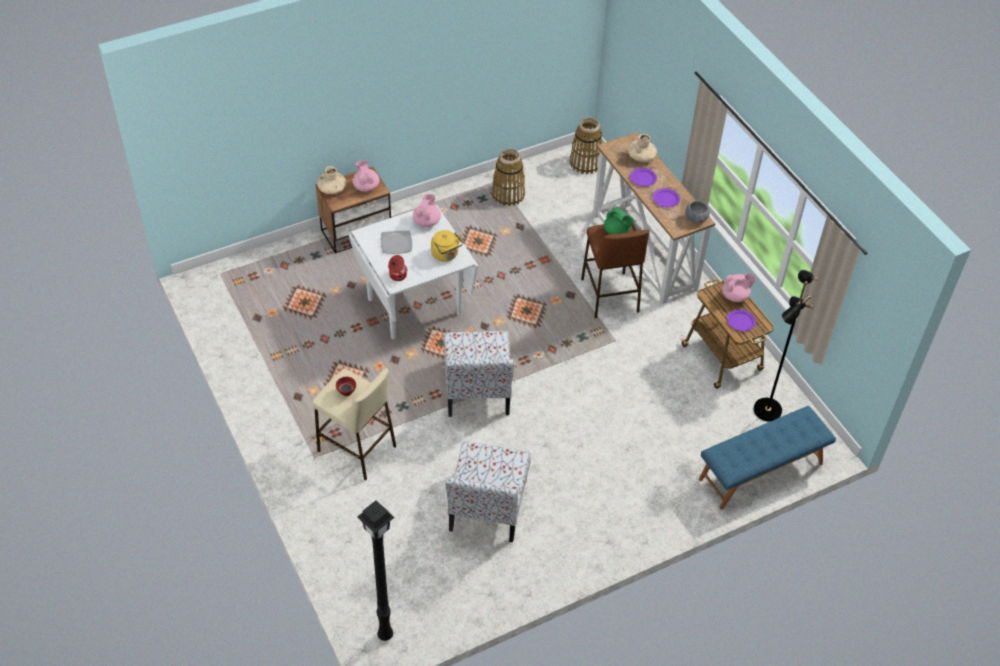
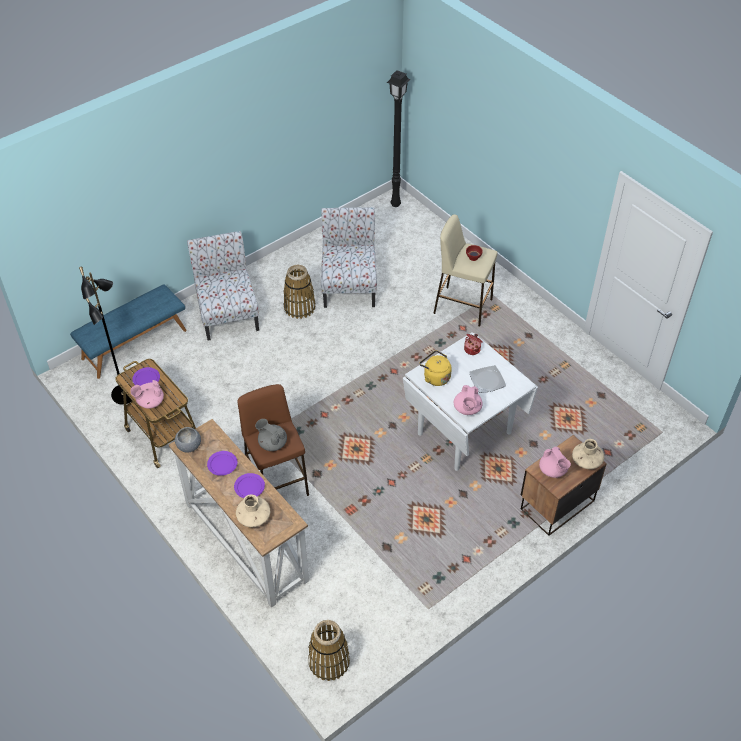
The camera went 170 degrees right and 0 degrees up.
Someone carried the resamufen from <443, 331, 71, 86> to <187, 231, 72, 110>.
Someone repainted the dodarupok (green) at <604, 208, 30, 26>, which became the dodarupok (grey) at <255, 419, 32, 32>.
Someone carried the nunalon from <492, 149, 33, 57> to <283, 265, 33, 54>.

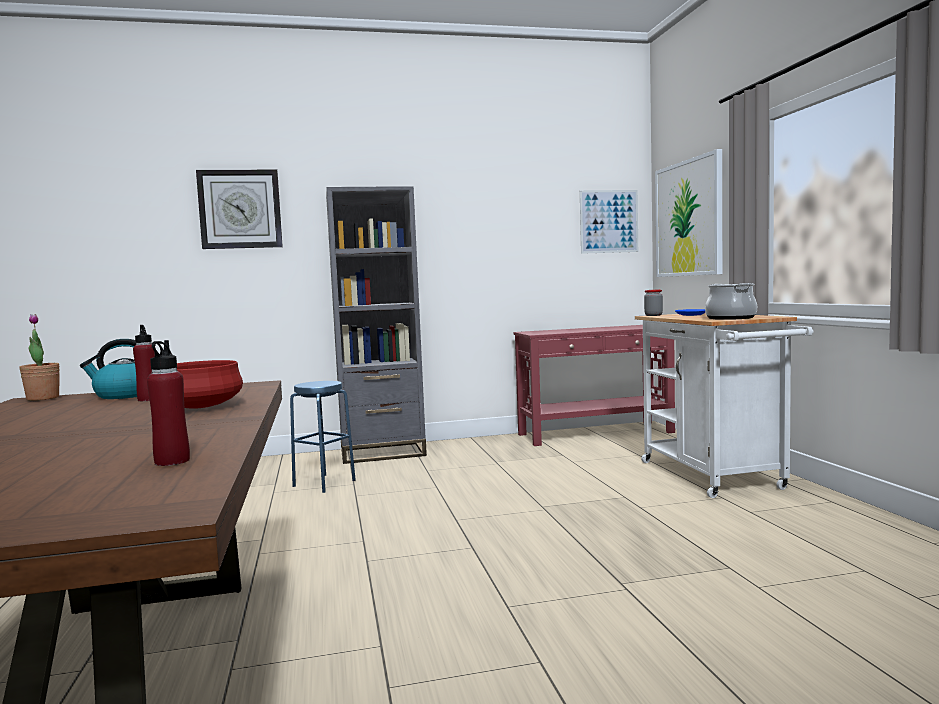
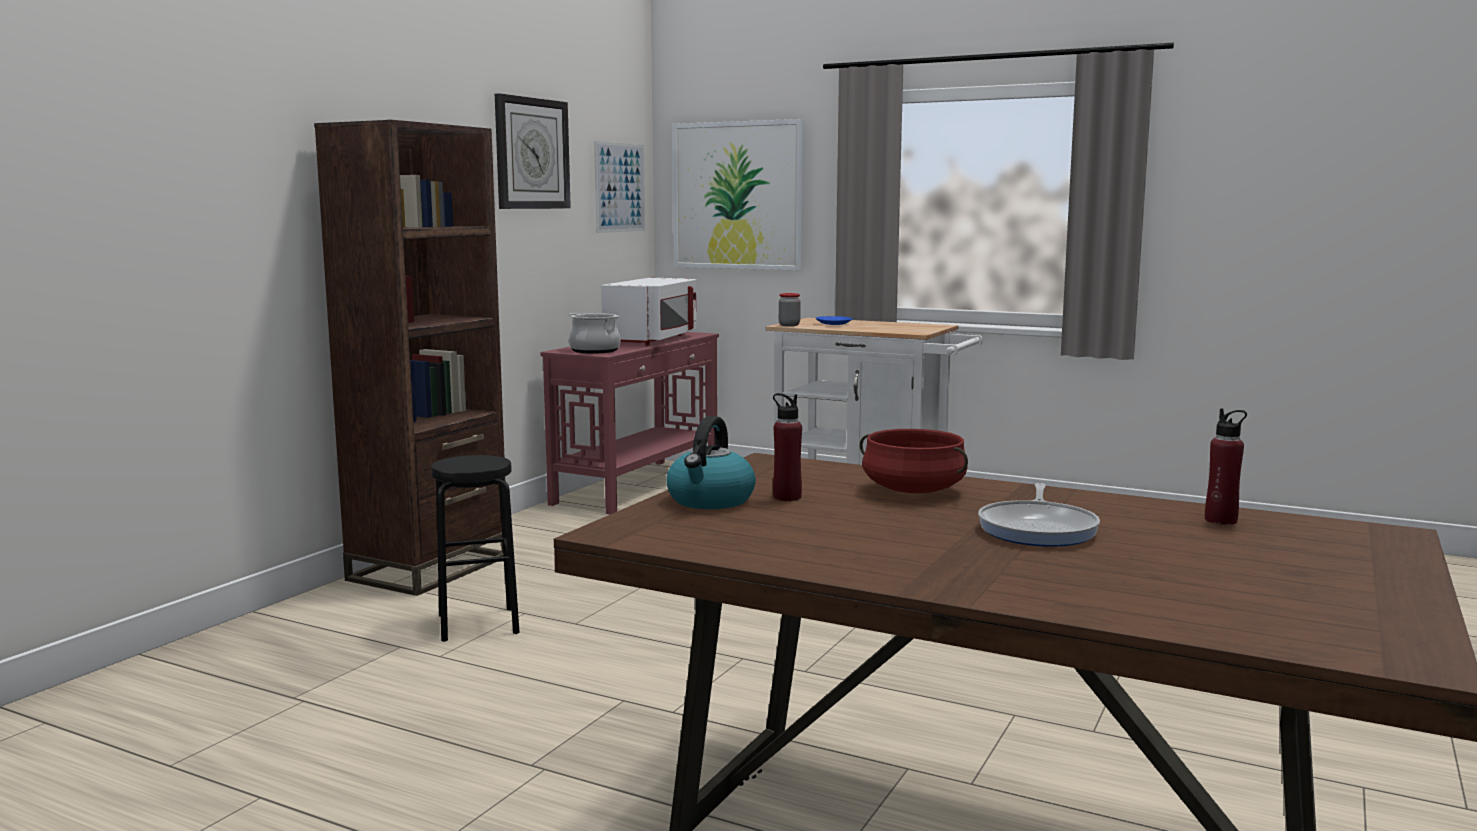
The camera went 50 degrees left and 5 degrees up.
Someone repainted the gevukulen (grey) at <326, 186, 101, 278>, which became the gevukulen (brown) at <314, 120, 191, 476>.
Someone repainted the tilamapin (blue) at <290, 381, 66, 112>, which became the tilamapin (black) at <431, 455, 89, 187>.
Someone carried the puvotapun from <196, 170, 87, 79> to <495, 93, 76, 116>.
Someone carried the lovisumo from <705, 283, 52, 37> to <568, 313, 52, 41>.
Someone put down the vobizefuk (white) at <601, 278, 96, 67>.
Someone put down the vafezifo at <978, 483, 122, 64>.
Someone took away the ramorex at <20, 314, 40, 87>.

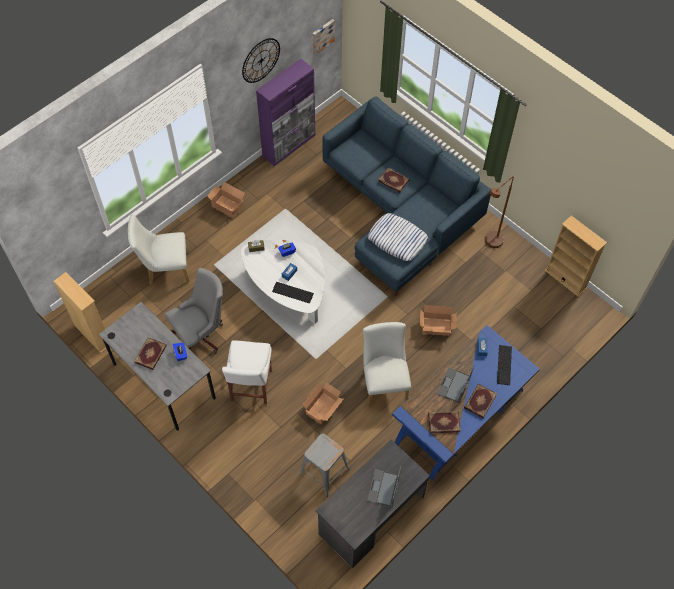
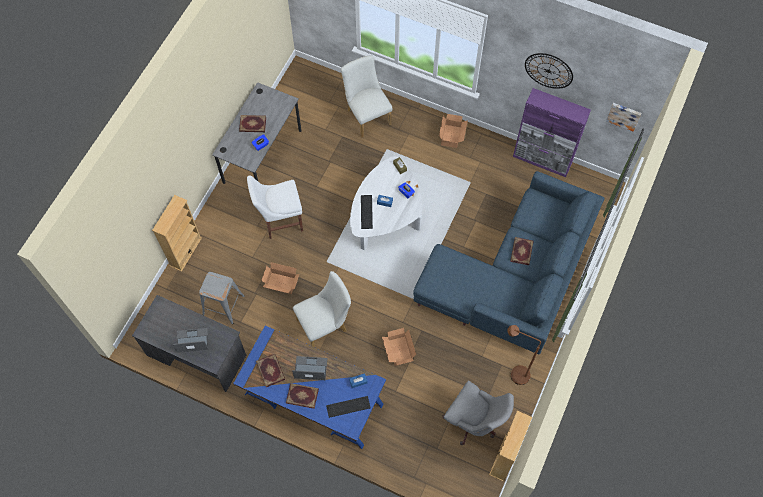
The camera went 70 degrees right and 5 degrees up.
Someone carried the gevukulen (beige) from <53, 272, 53, 81> to <152, 195, 50, 77>.
Someone carried the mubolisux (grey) from <164, 268, 59, 86> to <442, 381, 72, 64>.
Someone took away the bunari at <368, 213, 60, 48>.

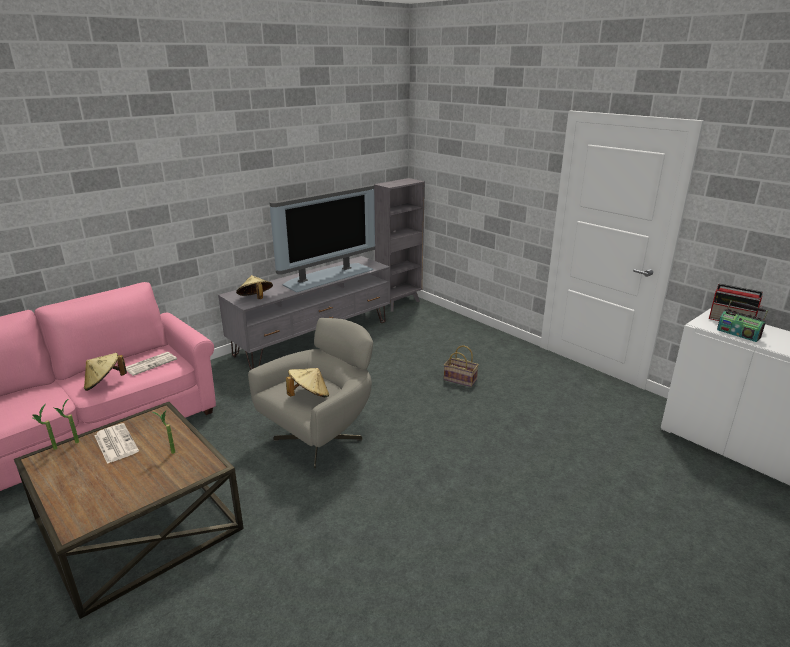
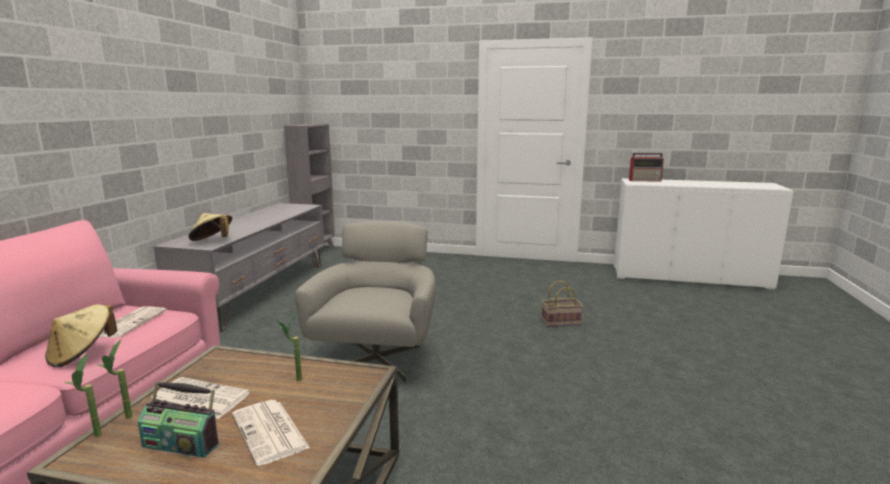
The camera went 35 degrees left and 10 degrees down.
Someone carried the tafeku from <717, 300, 51, 42> to <138, 382, 81, 76>.
Someone put down the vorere at <232, 400, 78, 66>.
Someone carried the nunalon from <444, 345, 35, 42> to <542, 281, 41, 46>.
Someone took away the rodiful at <270, 185, 105, 107>.
Someone took away the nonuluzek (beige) at <286, 368, 43, 30>.

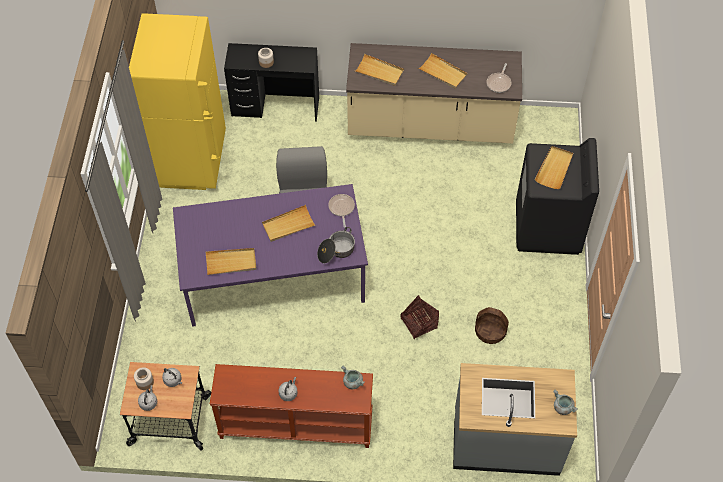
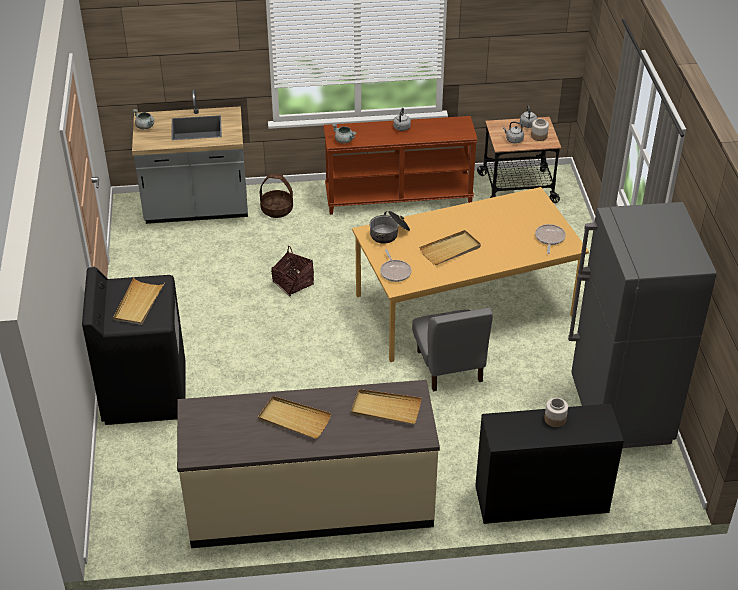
The camera went 170 degrees right and 15 degrees down.
Someone carried the nunalon from <475, 307, 34, 37> to <260, 174, 33, 44>.
Someone repainted the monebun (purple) at <173, 184, 195, 143>, which became the monebun (orange) at <352, 187, 237, 175>.
Someone carried the vafezifo from <487, 63, 24, 30> to <535, 224, 31, 30>.
Someone repainted the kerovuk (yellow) at <129, 13, 97, 177>, which became the kerovuk (grey) at <568, 202, 149, 246>.
Someone took away the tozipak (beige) at <205, 248, 51, 27>.

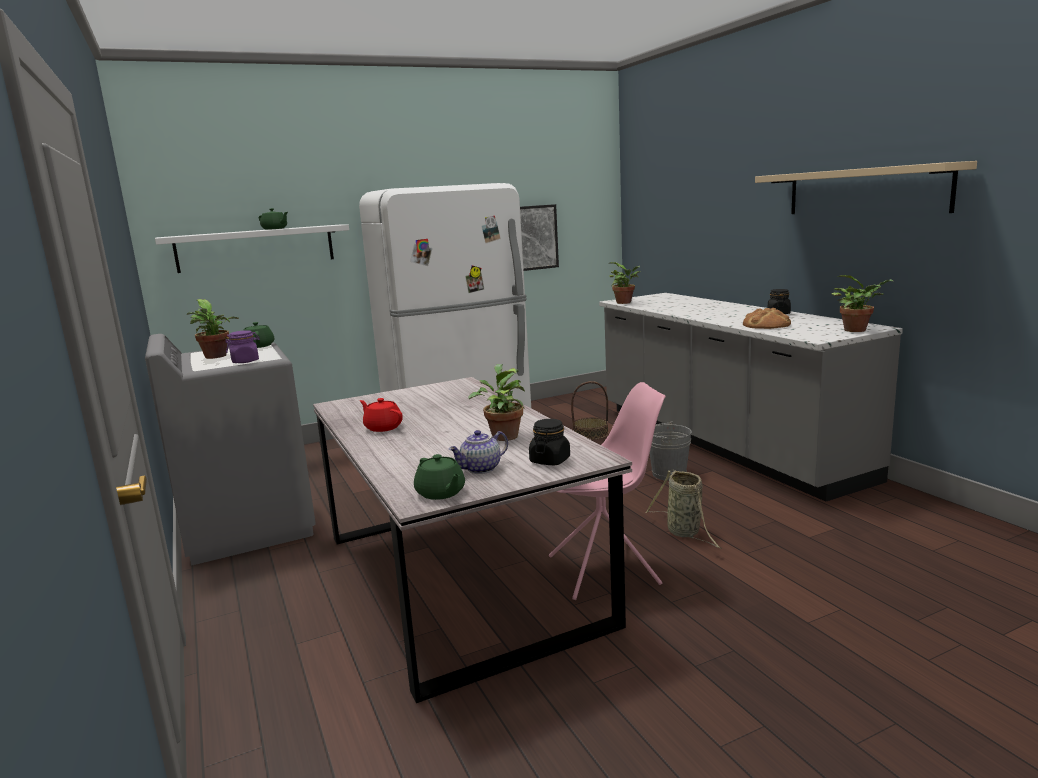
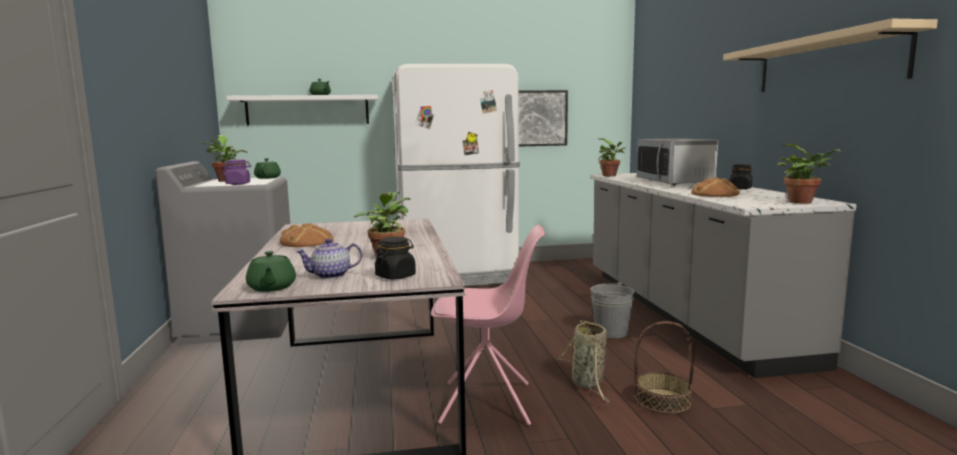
The camera went 15 degrees right and 5 degrees down.
Someone swapped the dodarupok (red) at <360, 398, 43, 34> for the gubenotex at <280, 223, 54, 24>.
Someone carried the nunalon from <571, 381, 38, 59> to <635, 321, 60, 93>.
Someone put down the vobizefuk at <637, 138, 81, 48>.

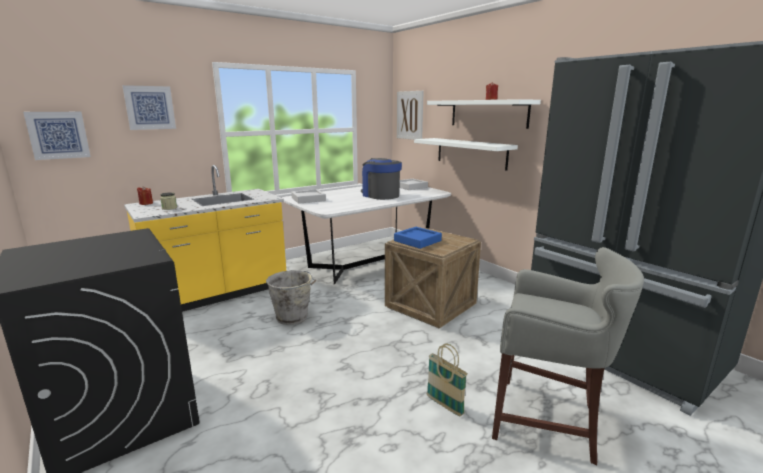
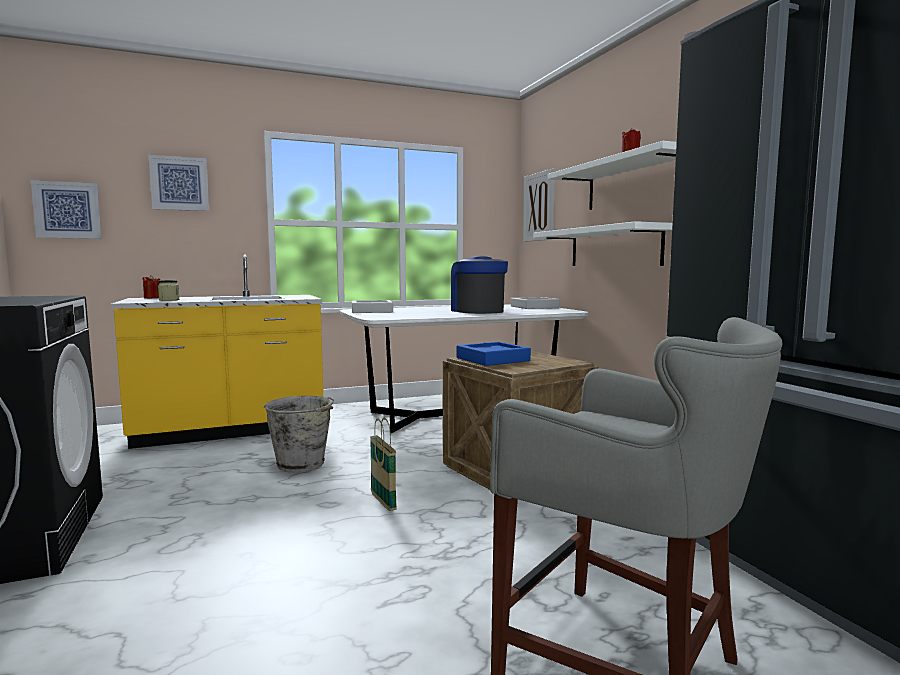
The camera went 15 degrees right and 10 degrees down.
Someone carried the nunalon from <427, 343, 41, 73> to <370, 418, 27, 93>.

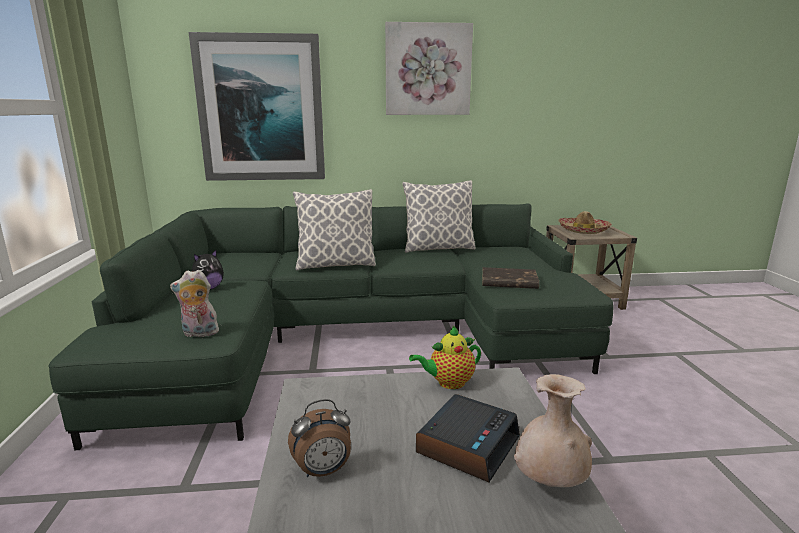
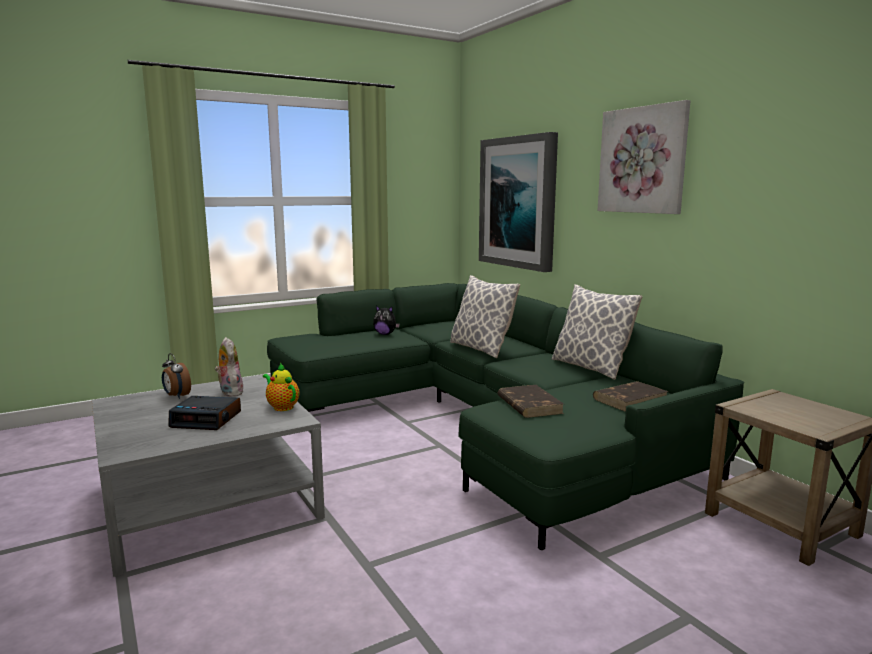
The camera went 65 degrees right and 5 degrees down.
Someone carried the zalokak from <170, 270, 52, 67> to <215, 337, 29, 60>.
Someone put down the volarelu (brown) at <593, 381, 76, 31>.
Someone took away the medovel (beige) at <514, 374, 78, 113>.
Someone took away the nonuluzek at <559, 211, 53, 23>.

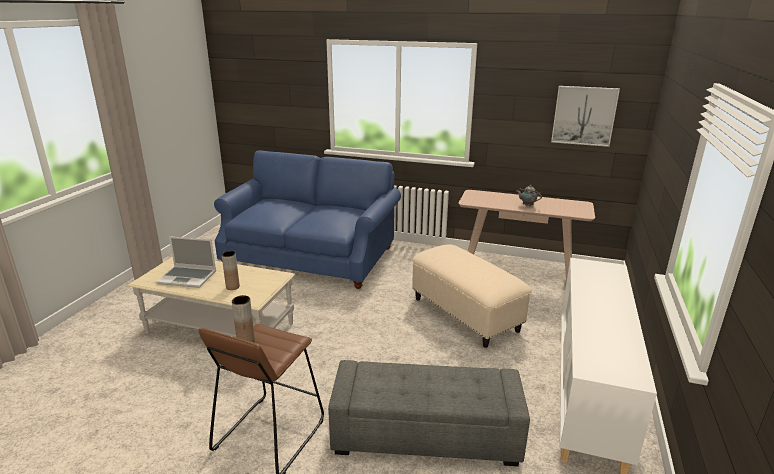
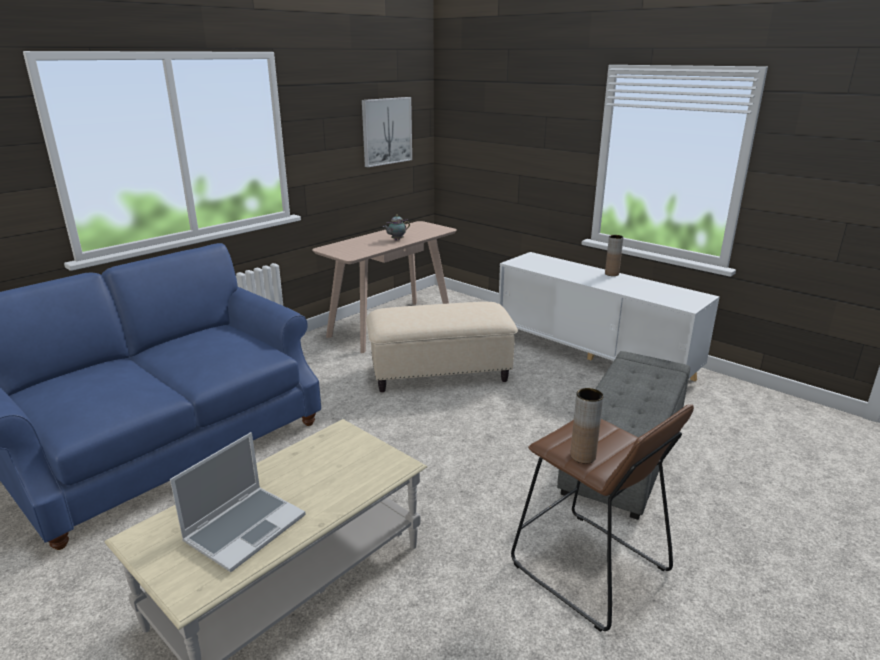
The camera went 65 degrees left and 0 degrees up.
Someone carried the medovel (brown) from <222, 251, 18, 39> to <605, 235, 19, 41>.

